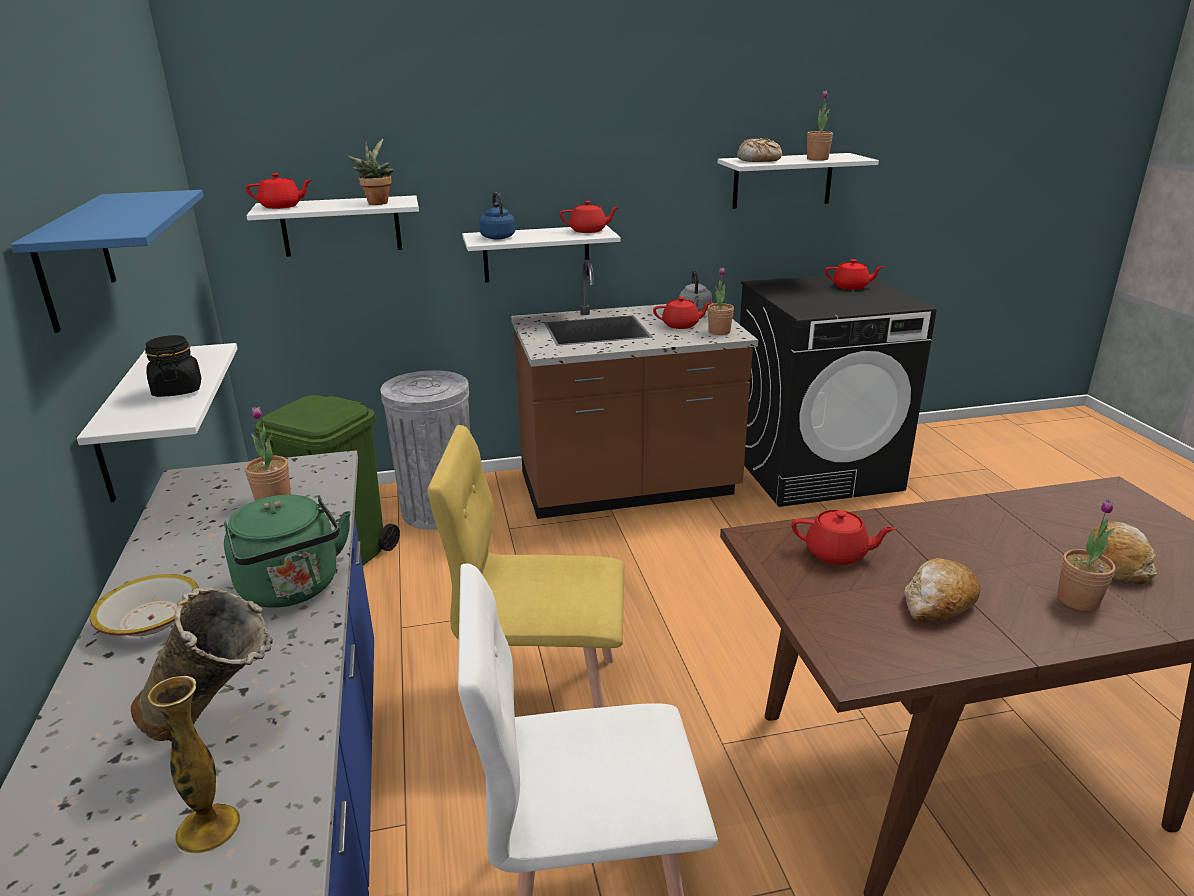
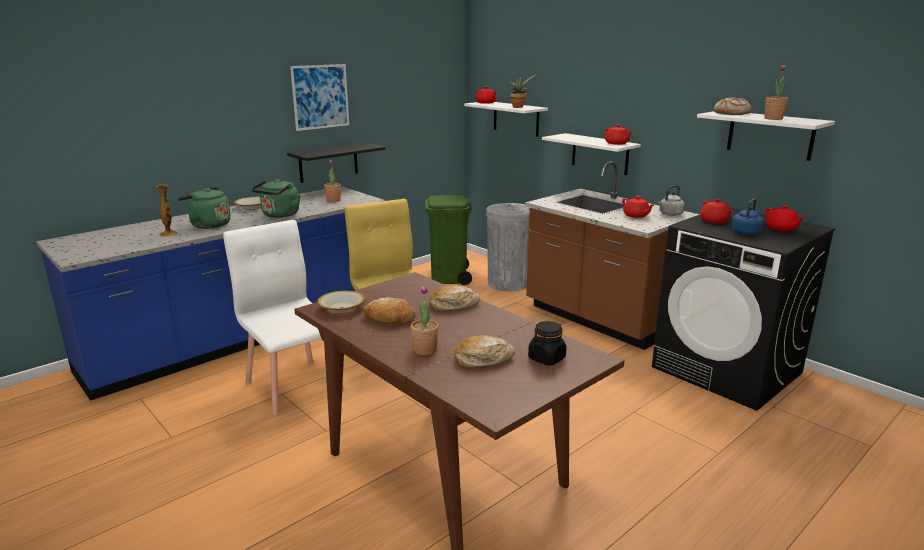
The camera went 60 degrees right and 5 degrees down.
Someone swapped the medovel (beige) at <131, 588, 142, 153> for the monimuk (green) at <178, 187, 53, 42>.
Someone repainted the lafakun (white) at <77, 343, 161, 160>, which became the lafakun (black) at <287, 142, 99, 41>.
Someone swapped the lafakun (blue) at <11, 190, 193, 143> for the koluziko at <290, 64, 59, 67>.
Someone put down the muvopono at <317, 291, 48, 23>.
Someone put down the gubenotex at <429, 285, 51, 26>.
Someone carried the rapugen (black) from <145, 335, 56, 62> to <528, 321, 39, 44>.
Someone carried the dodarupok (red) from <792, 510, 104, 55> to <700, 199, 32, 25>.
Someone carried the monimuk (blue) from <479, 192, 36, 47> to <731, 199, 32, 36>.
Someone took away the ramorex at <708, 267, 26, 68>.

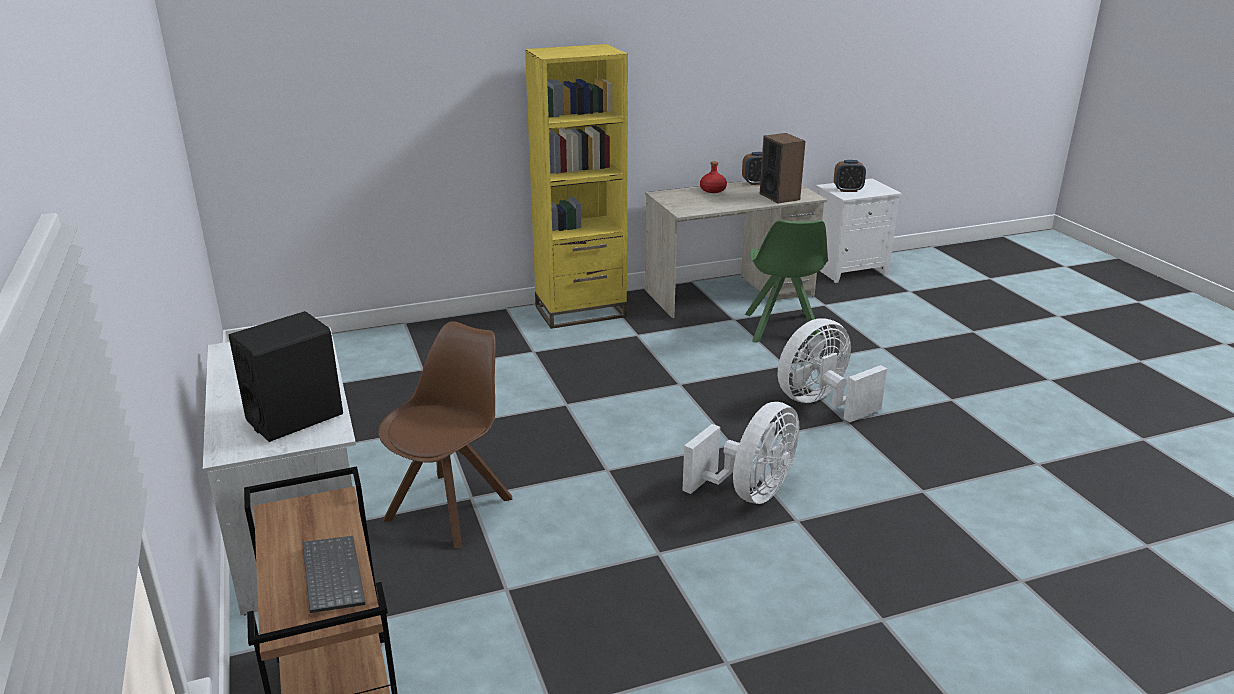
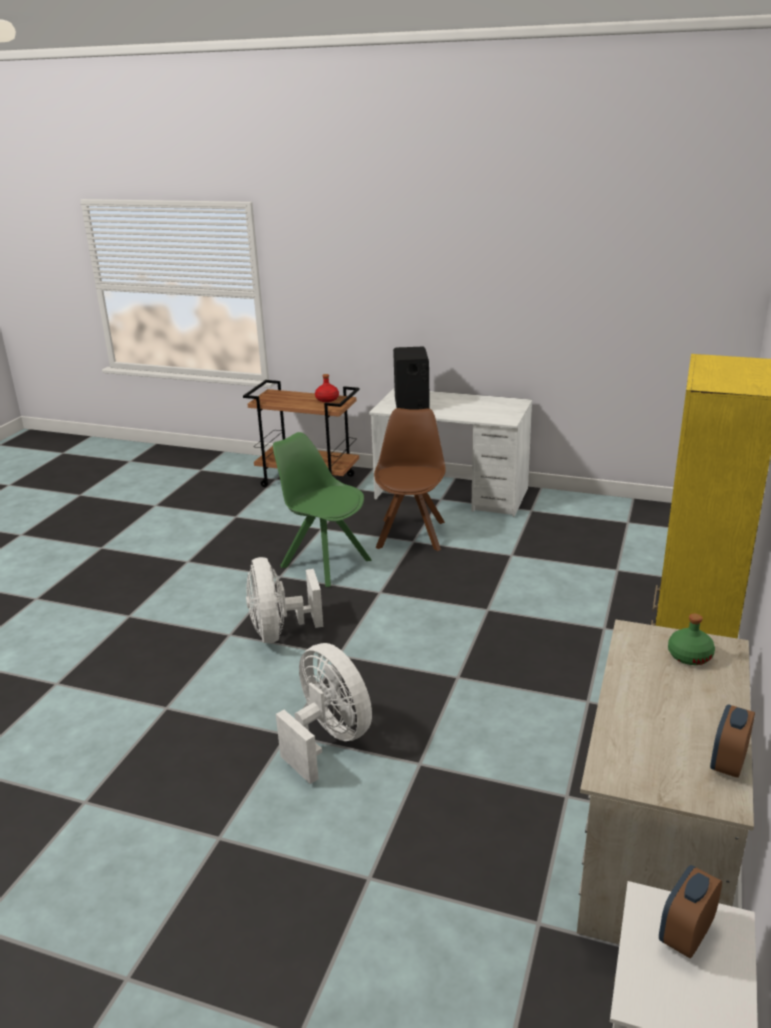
The camera went 130 degrees right and 0 degrees up.
Someone carried the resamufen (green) from <745, 220, 83, 123> to <273, 432, 99, 155>.
Someone rotated the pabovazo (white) at <778, 318, 109, 104> by 45 degrees counterclockwise.
Someone carried the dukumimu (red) from <700, 161, 27, 32> to <315, 374, 24, 28>.
Someone rotated the resamufen (brown) at <378, 321, 134, 228> by 150 degrees counterclockwise.
Someone put down the dukumimu (green) at <668, 614, 47, 51>.
Someone took away the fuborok at <302, 536, 63, 77>.
Someone took away the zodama at <760, 133, 46, 70>.

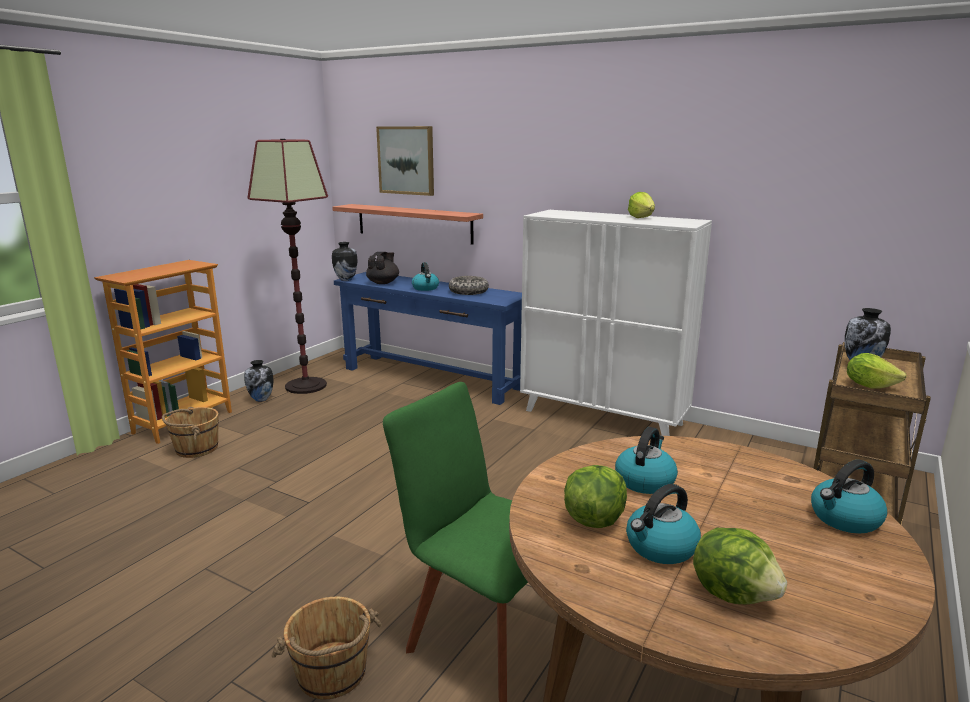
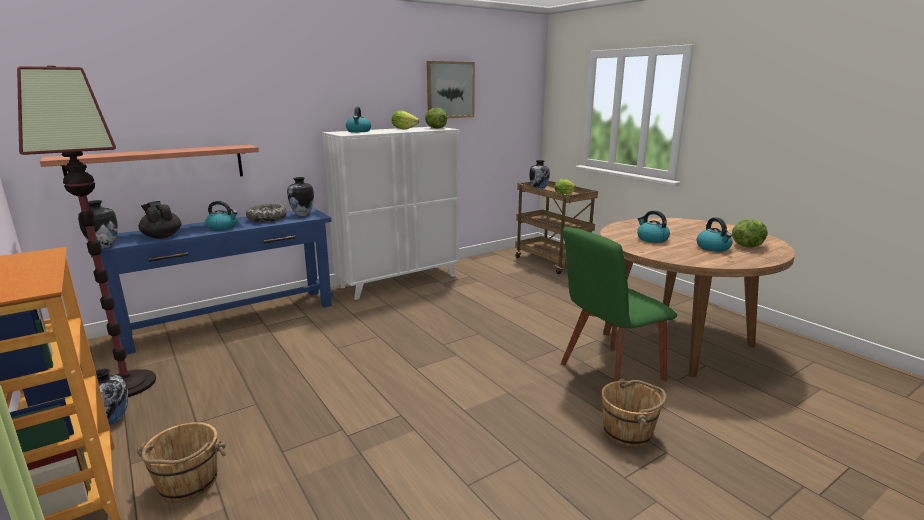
The camera went 65 degrees left and 0 degrees up.
Someone put down the medovel at <287, 177, 27, 39>.
Someone carried the monimuk from <811, 460, 77, 74> to <346, 107, 25, 25>.
Someone carried the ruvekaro from <564, 465, 63, 63> to <425, 108, 22, 21>.
Someone carried the koluziko from <376, 126, 58, 70> to <427, 61, 48, 57>.

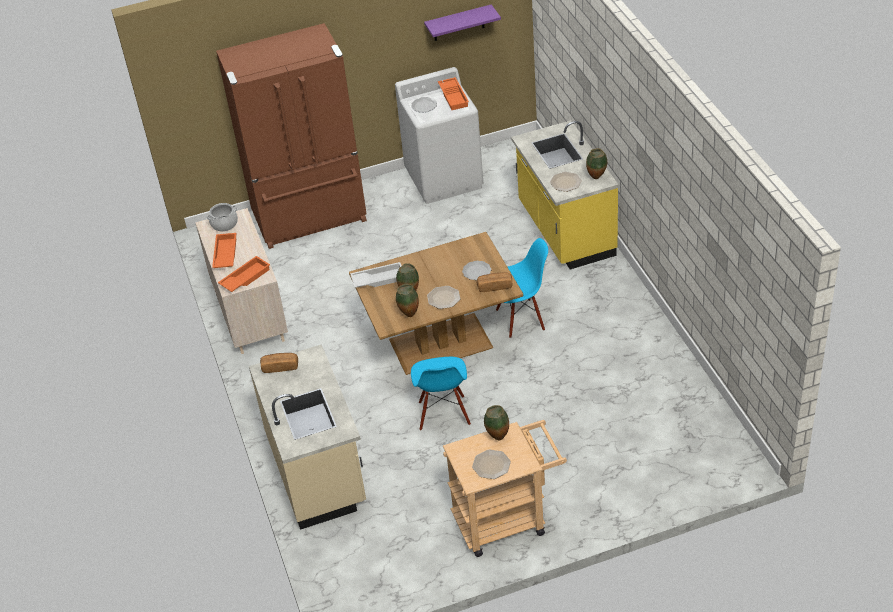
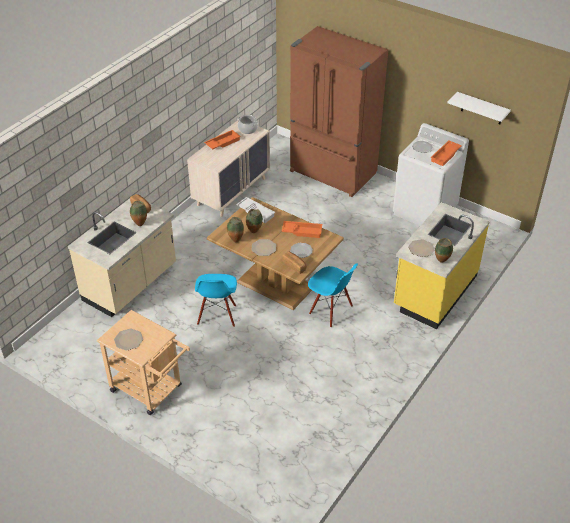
The camera went 50 degrees right and 0 degrees up.
Someone carried the medovel from <484, 405, 25, 35> to <130, 201, 17, 25>.
Someone rotated the resamufen (blue) at <411, 357, 60, 74> by 45 degrees counterclockwise.
Someone carried the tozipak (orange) from <218, 256, 52, 36> to <282, 221, 40, 17>.
Someone repainted the lafakun (purple) at <424, 4, 77, 37>, which became the lafakun (white) at <447, 92, 64, 32>.

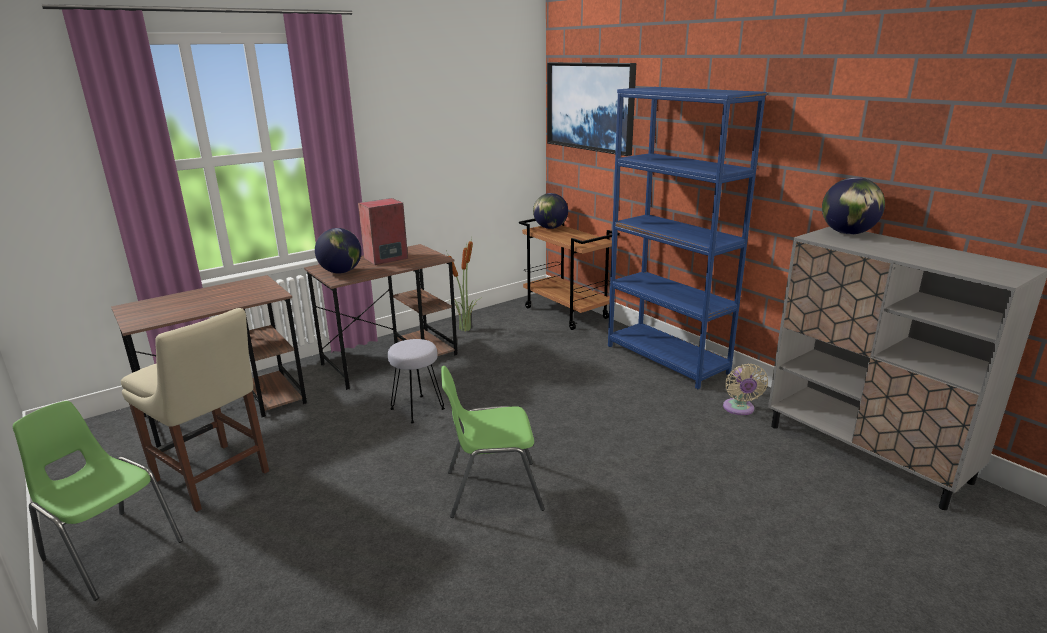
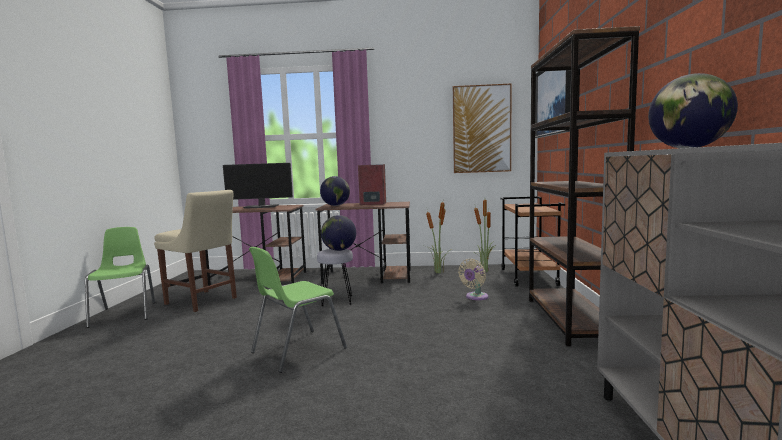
The camera went 40 degrees right and 15 degrees down.
Someone rotated the resamufen (beige) at <121, 308, 148, 204> by 45 degrees counterclockwise.
Someone put down the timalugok at <223, 163, 70, 46>.
Someone rotated the resamufen (green) at <441, 366, 104, 152> by 75 degrees counterclockwise.
Someone carried the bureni from <533, 193, 35, 36> to <321, 215, 35, 36>.
Someone put up the koluziko at <453, 84, 59, 89>.
Someone carried the pabovazo (beige) from <723, 364, 45, 51> to <458, 259, 30, 41>.
Someone put down the ramorex at <473, 200, 23, 72>.
Someone repainted the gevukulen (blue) at <608, 87, 159, 302>, which became the gevukulen (brown) at <529, 26, 111, 320>.

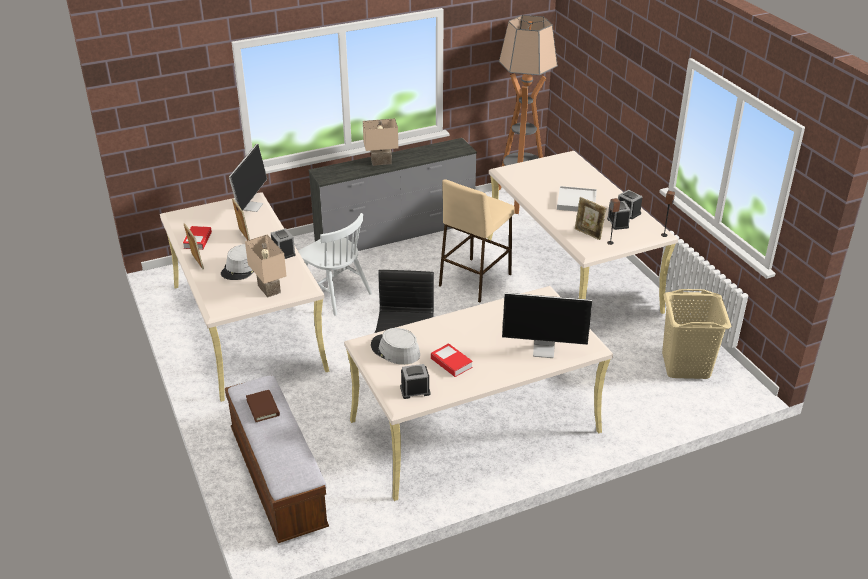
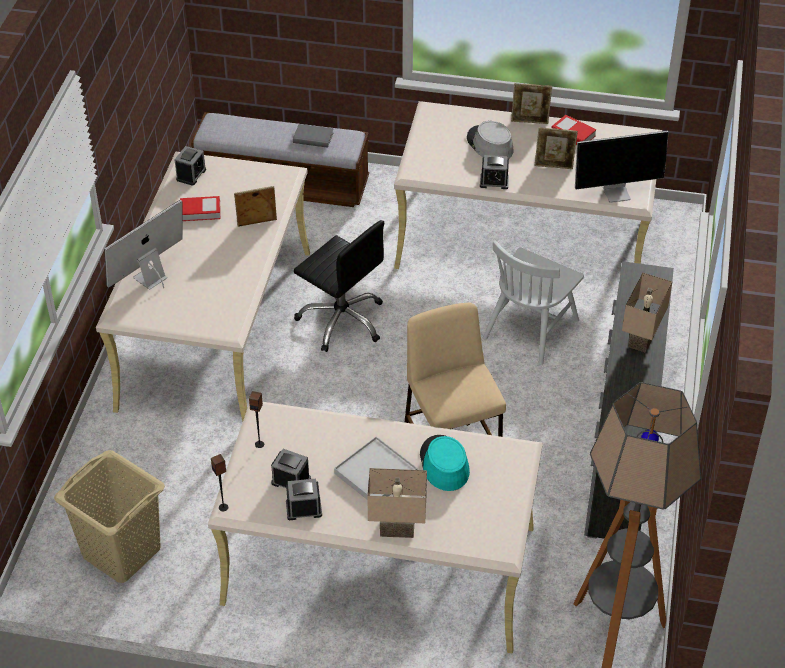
The camera went 125 degrees right and 10 degrees up.
Someone carried the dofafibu from <575, 197, 32, 43> to <234, 186, 43, 41>.
Someone repainted the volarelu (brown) at <246, 390, 34, 32>, which became the volarelu (grey) at <293, 124, 40, 24>.
Someone carried the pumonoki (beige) from <245, 235, 41, 62> to <367, 468, 60, 70>.
Someone put down the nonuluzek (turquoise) at <420, 435, 50, 56>.
Someone rotated the resamufen (white) at <298, 213, 74, 103> by 45 degrees counterclockwise.
Someone rotated the timalugok at <229, 144, 38, 68> by 60 degrees counterclockwise.
Someone took away the nonuluzek (grey) at <371, 328, 49, 37>.

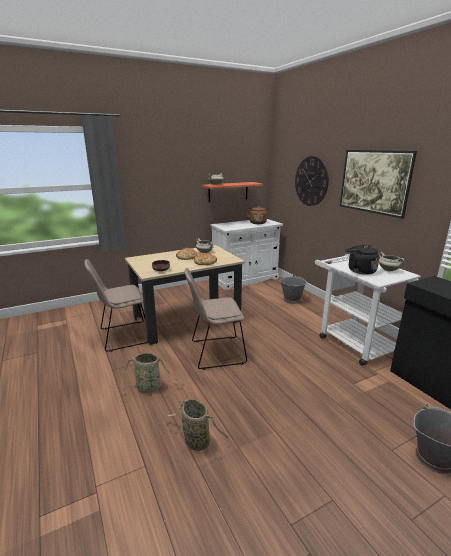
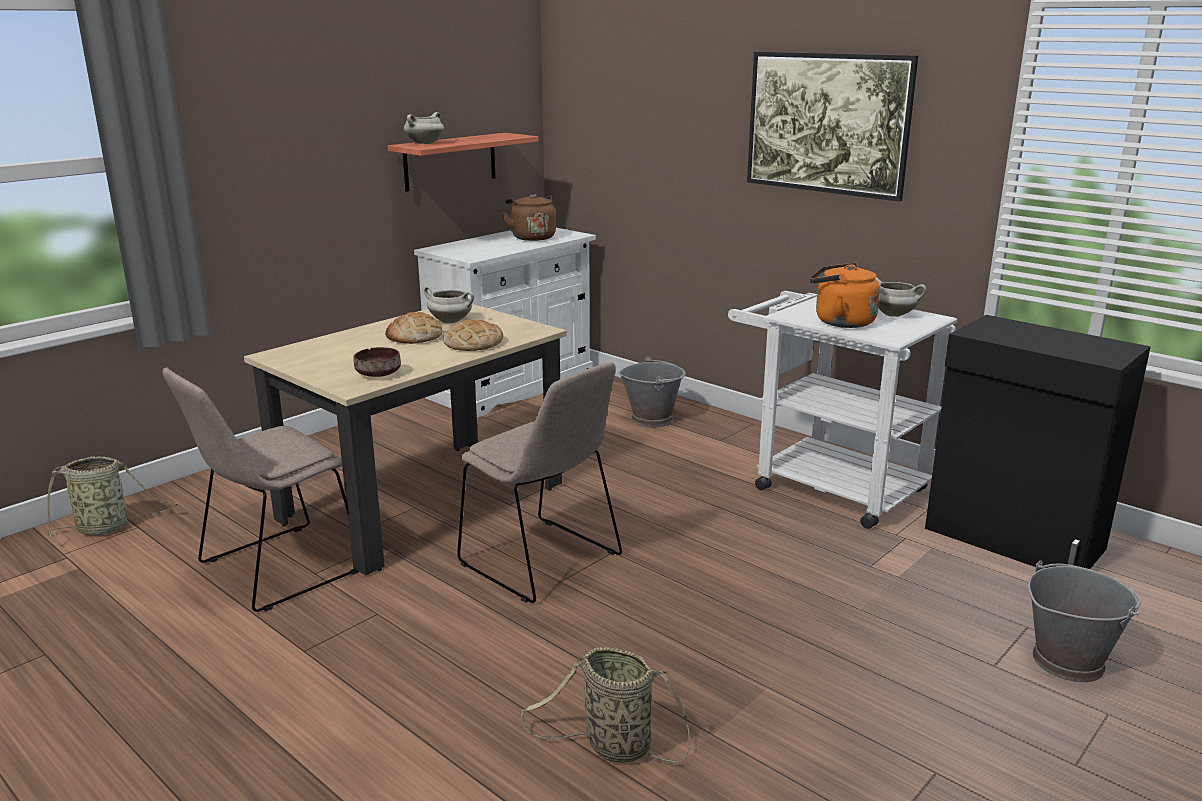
The camera went 20 degrees left and 0 degrees up.
Someone carried the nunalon from <122, 353, 62, 40> to <45, 456, 134, 81>.
Someone rotated the resamufen (beige) at <185, 268, 62, 102> by 105 degrees counterclockwise.
Someone repainted the monimuk (black) at <345, 245, 34, 30>, which became the monimuk (orange) at <810, 263, 70, 65>.
Someone took away the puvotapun at <295, 156, 34, 50>.

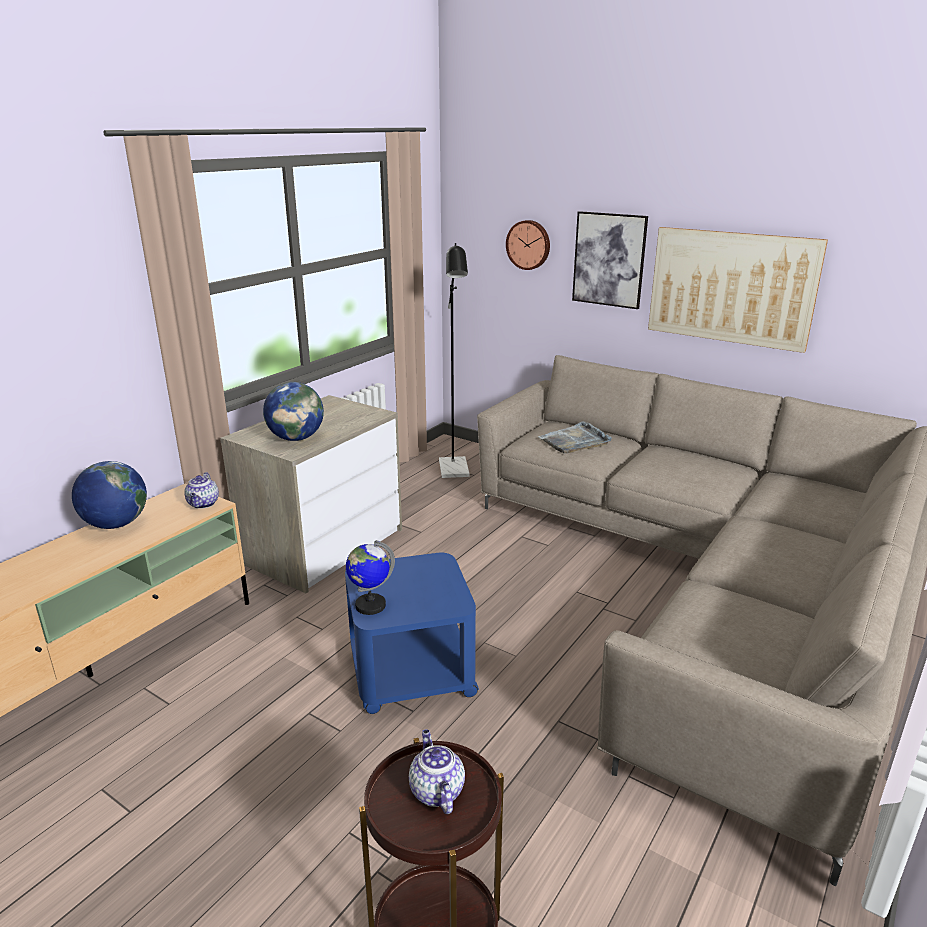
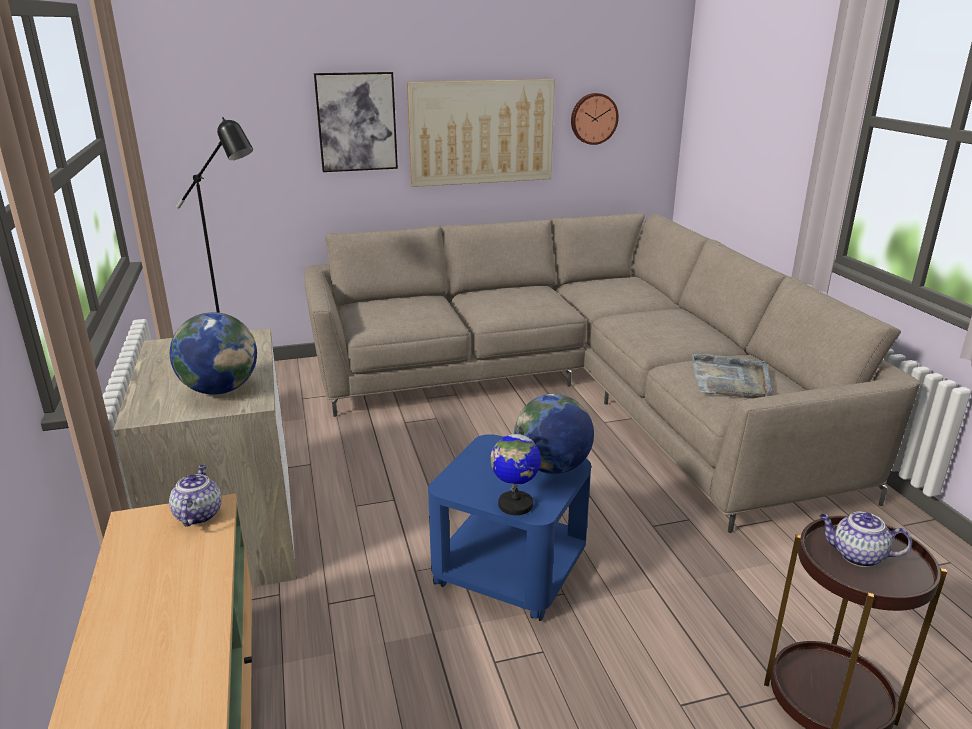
The camera went 50 degrees left and 0 degrees up.
Someone rotated the dodarupok at <184, 472, 35, 37> by 135 degrees counterclockwise.
Someone carried the bureni from <72, 461, 75, 68> to <514, 394, 80, 80>.
Someone carried the puvotapun from <506, 220, 44, 50> to <571, 93, 48, 52>.
Someone carried the tozipak (grey) from <538, 421, 74, 33> to <692, 354, 80, 44>.

